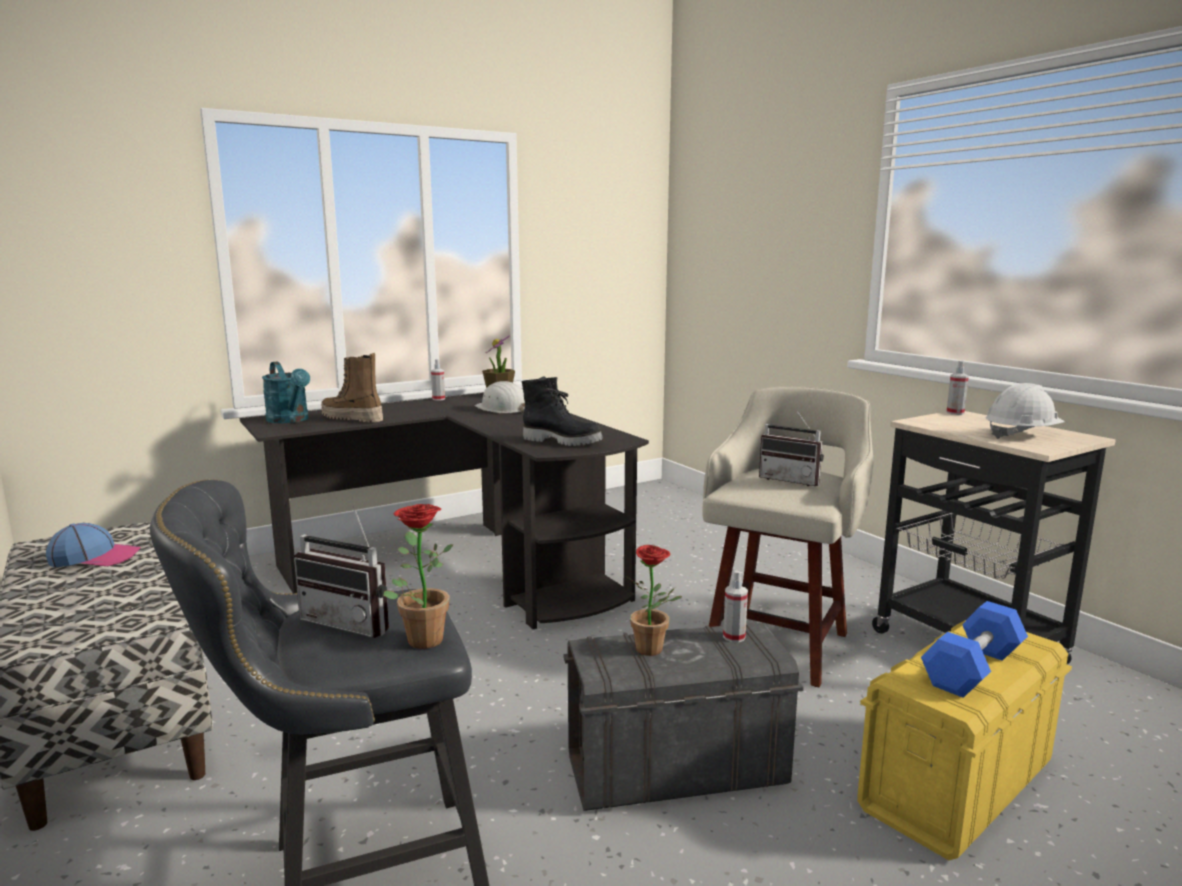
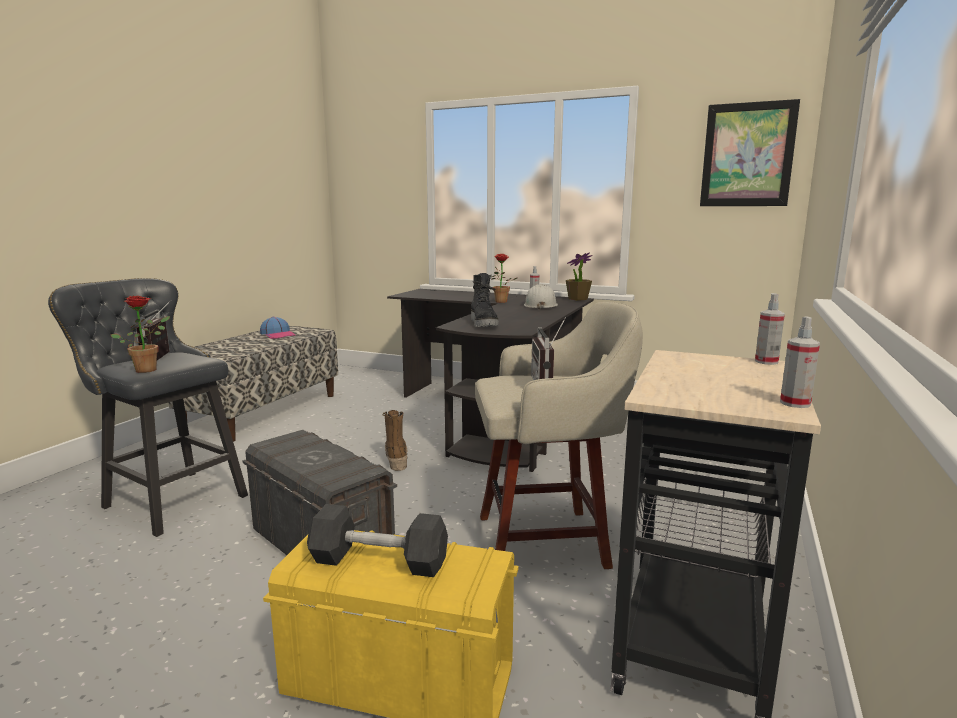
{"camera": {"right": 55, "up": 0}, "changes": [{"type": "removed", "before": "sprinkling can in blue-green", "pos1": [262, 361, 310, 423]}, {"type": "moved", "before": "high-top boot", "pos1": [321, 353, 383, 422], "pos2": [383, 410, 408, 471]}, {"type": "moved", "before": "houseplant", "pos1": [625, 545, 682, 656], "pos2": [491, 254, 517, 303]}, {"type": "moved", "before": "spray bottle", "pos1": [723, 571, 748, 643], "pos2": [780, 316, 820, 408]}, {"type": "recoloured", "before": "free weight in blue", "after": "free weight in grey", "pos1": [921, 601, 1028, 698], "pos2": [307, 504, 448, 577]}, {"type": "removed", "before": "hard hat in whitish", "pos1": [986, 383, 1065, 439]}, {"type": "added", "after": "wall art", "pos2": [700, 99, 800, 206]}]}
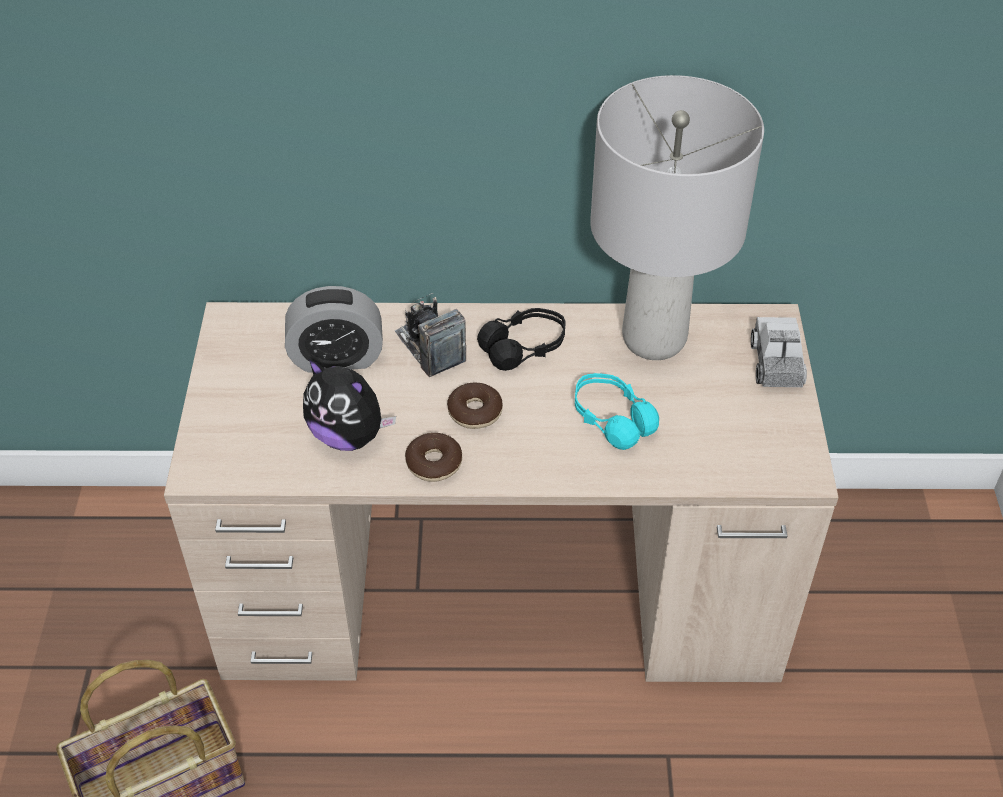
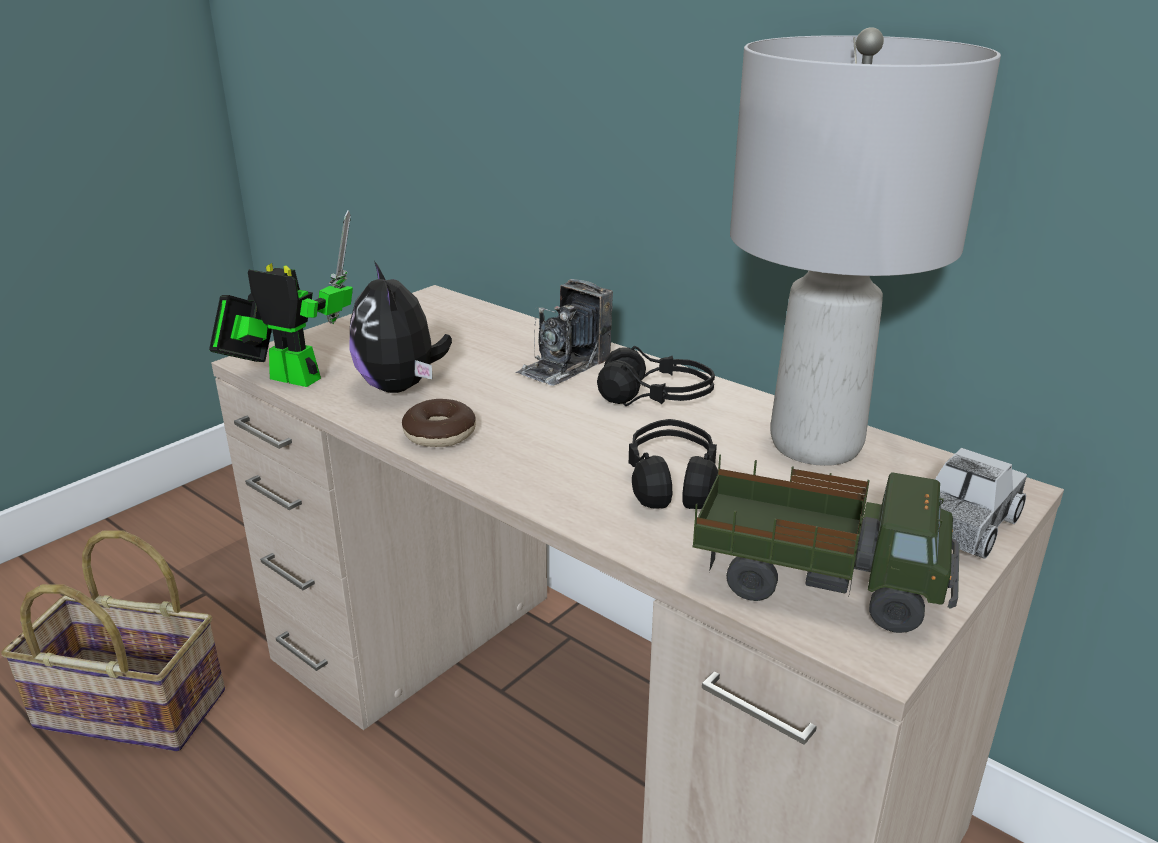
{"camera": {"right": 40, "up": -20}, "changes": [{"type": "removed", "before": "alarm clock", "pos1": [285, 286, 383, 373]}, {"type": "turned", "before": "still camera", "pos1": [395, 293, 466, 377], "pos2": [515, 279, 613, 386], "turn": -150}, {"type": "removed", "before": "doughnut", "pos1": [447, 383, 503, 429]}, {"type": "recoloured", "before": "headphones in blue-green", "after": "headphones in black", "pos1": [575, 373, 659, 450], "pos2": [629, 419, 718, 509]}, {"type": "added", "after": "model robot", "pos2": [209, 211, 353, 387]}, {"type": "added", "after": "toy lorry", "pos2": [693, 454, 960, 633]}]}
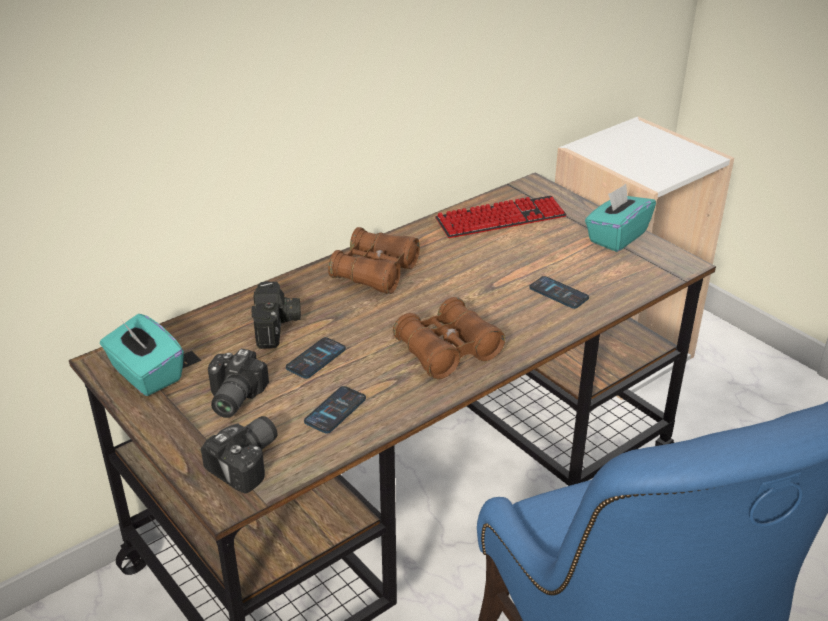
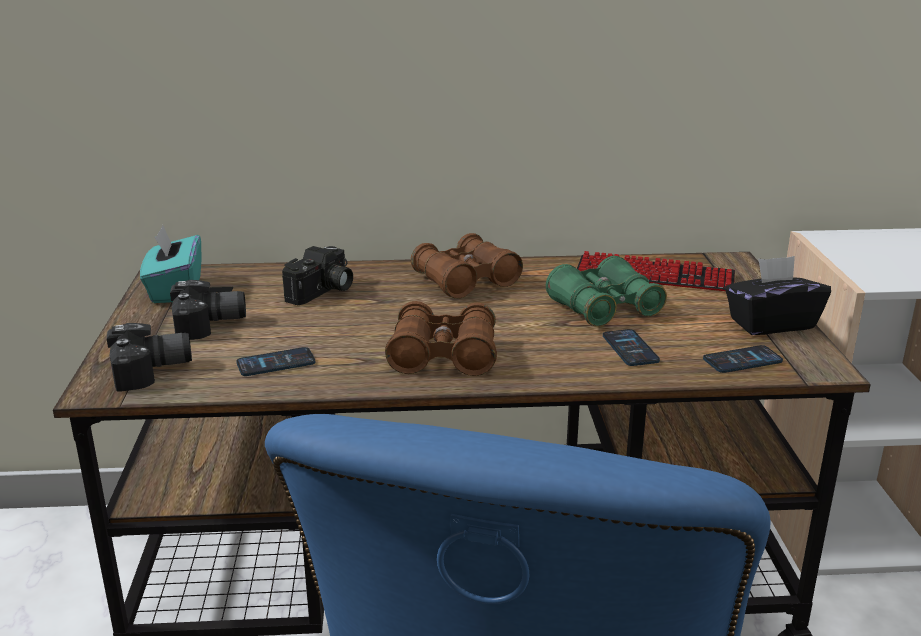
{"camera": {"right": 35, "up": -10}, "changes": [{"type": "turned", "before": "still camera", "pos1": [208, 349, 269, 418], "pos2": [170, 280, 246, 340], "turn": -150}, {"type": "moved", "before": "handset", "pos1": [286, 337, 346, 379], "pos2": [703, 345, 783, 373]}, {"type": "recoloured", "before": "tissue box in blue-green", "after": "tissue box in black", "pos1": [585, 184, 656, 252], "pos2": [725, 256, 831, 335]}, {"type": "added", "after": "pair of binoculars in green-coloured", "pos2": [546, 256, 667, 327]}]}
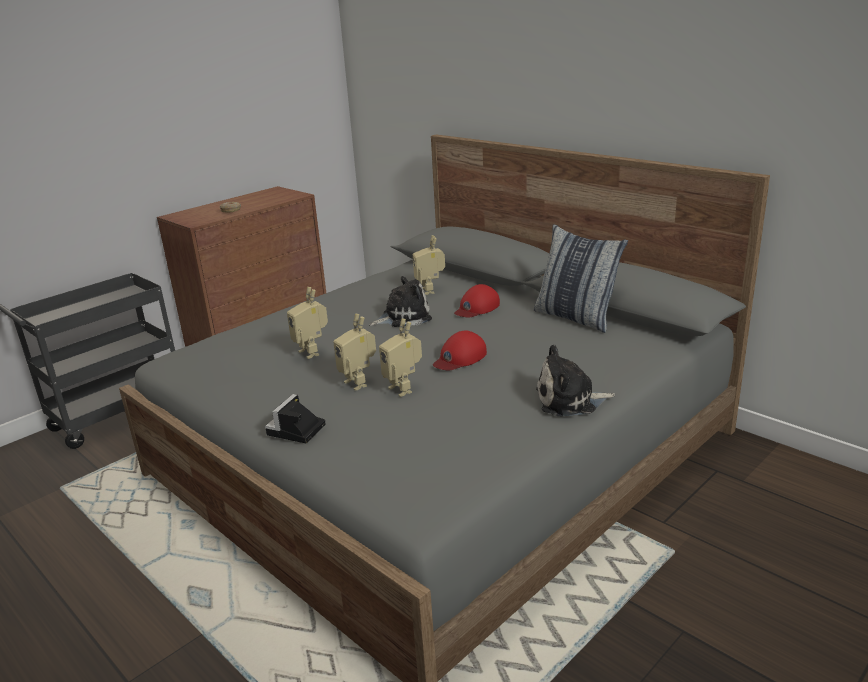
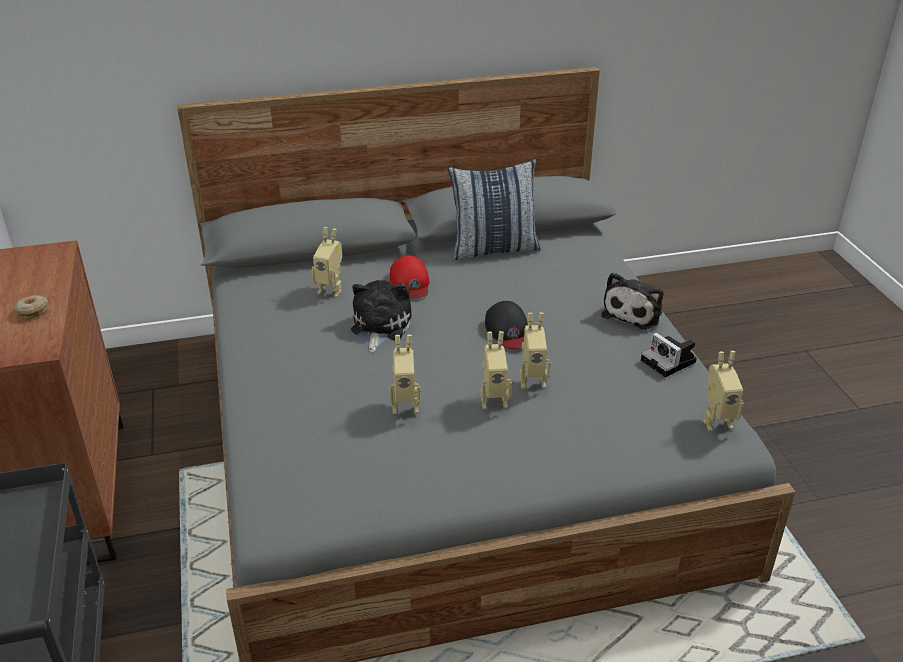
{"camera": {"right": -60, "up": 10}, "changes": [{"type": "moved", "before": "still camera", "pos1": [265, 394, 326, 443], "pos2": [641, 333, 697, 377]}, {"type": "recoloured", "before": "baseball cap in reddish", "after": "baseball cap in black", "pos1": [433, 331, 487, 370], "pos2": [485, 301, 528, 349]}, {"type": "added", "after": "model robot", "pos2": [703, 351, 744, 431]}]}
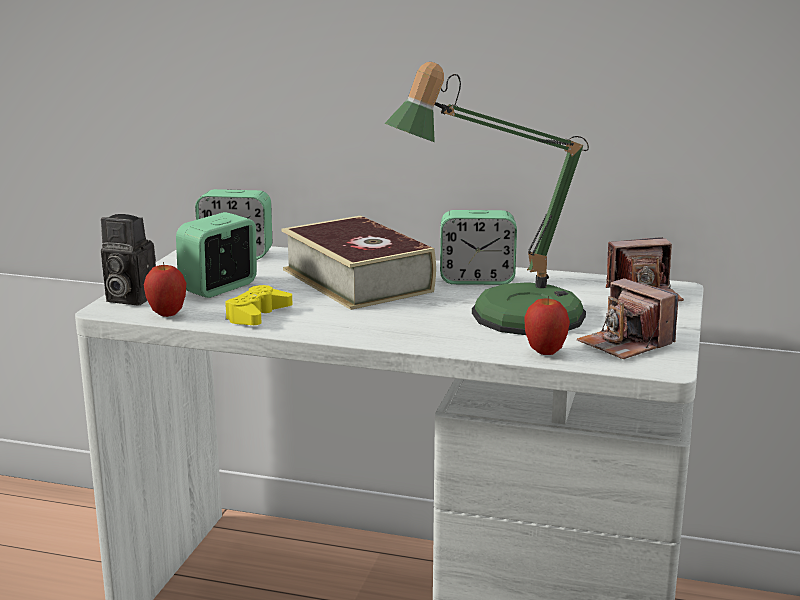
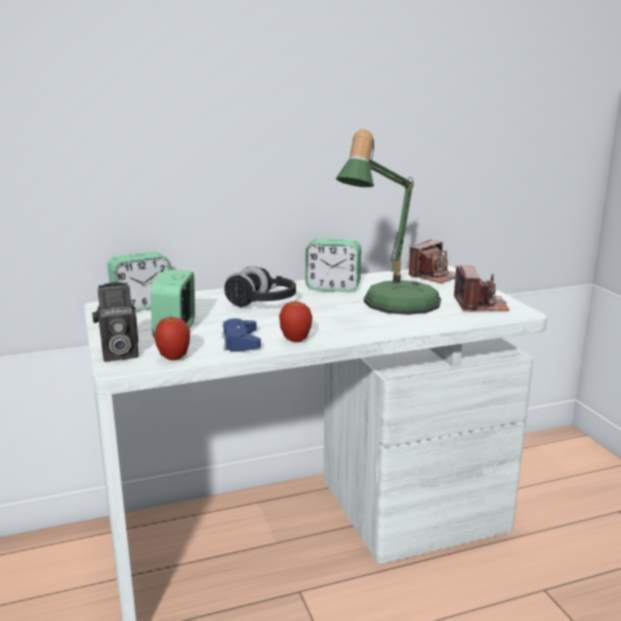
{"camera": {"right": -35, "up": 0}, "changes": [{"type": "recoloured", "before": "game controller in yellowish", "after": "game controller in blue", "pos1": [225, 285, 292, 325], "pos2": [222, 318, 261, 352]}, {"type": "replaced", "before": "volume", "after": "headphones in black", "pos1": [282, 216, 436, 310], "pos2": [224, 266, 296, 307]}, {"type": "turned", "before": "alarm clock", "pos1": [440, 210, 517, 285], "pos2": [305, 238, 361, 292], "turn": 45}, {"type": "moved", "before": "apple", "pos1": [524, 296, 570, 355], "pos2": [279, 299, 312, 342]}, {"type": "turned", "before": "still camera", "pos1": [577, 278, 678, 359], "pos2": [454, 265, 509, 312], "turn": -105}]}
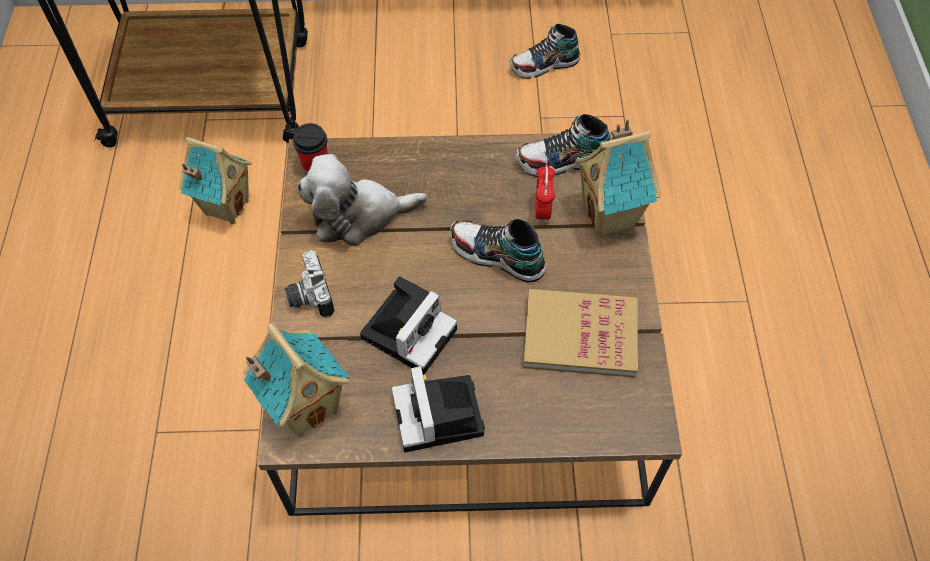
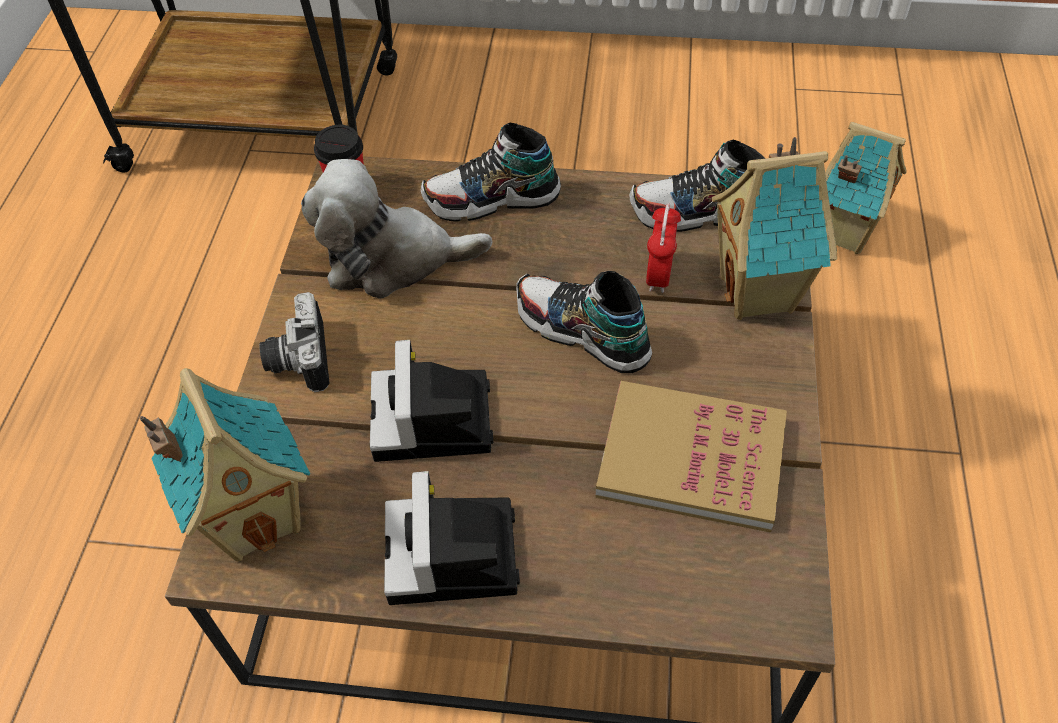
{"camera": {"right": 10, "up": -5}, "changes": [{"type": "moved", "before": "miniature house", "pos1": [178, 137, 252, 224], "pos2": [825, 122, 907, 254]}, {"type": "turned", "before": "still camera", "pos1": [360, 276, 457, 375], "pos2": [370, 340, 494, 462], "turn": 135}, {"type": "moved", "before": "item of footwear", "pos1": [509, 24, 580, 79], "pos2": [421, 122, 561, 221]}]}
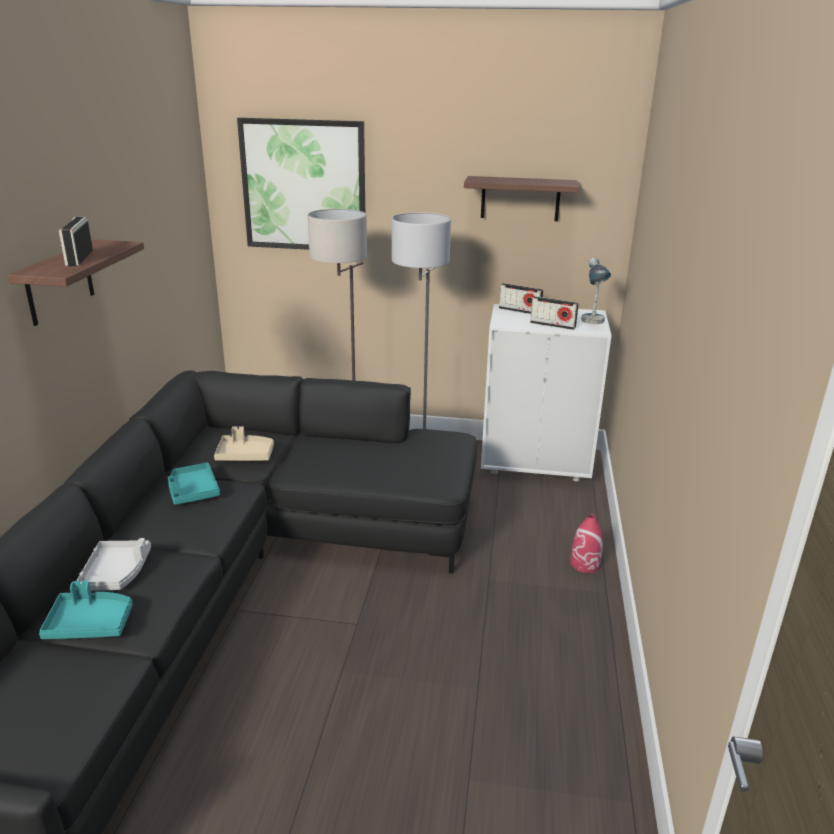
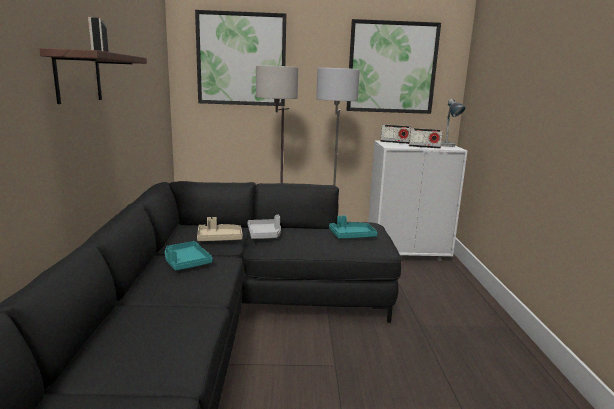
{"camera": {"right": -10, "up": -10}, "changes": [{"type": "moved", "before": "carrying tray in blue-green", "pos1": [39, 581, 133, 639], "pos2": [329, 216, 378, 239]}, {"type": "moved", "before": "carrying tray in grey", "pos1": [76, 538, 151, 591], "pos2": [247, 215, 281, 239]}, {"type": "replaced", "before": "wall shelf", "after": "wall art", "pos1": [464, 176, 579, 221], "pos2": [346, 19, 441, 114]}, {"type": "removed", "before": "vase in reddish", "pos1": [570, 514, 603, 573]}]}
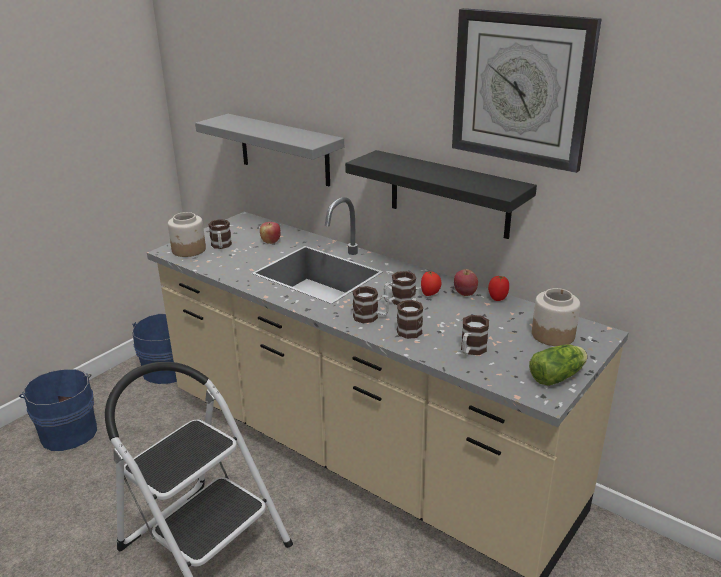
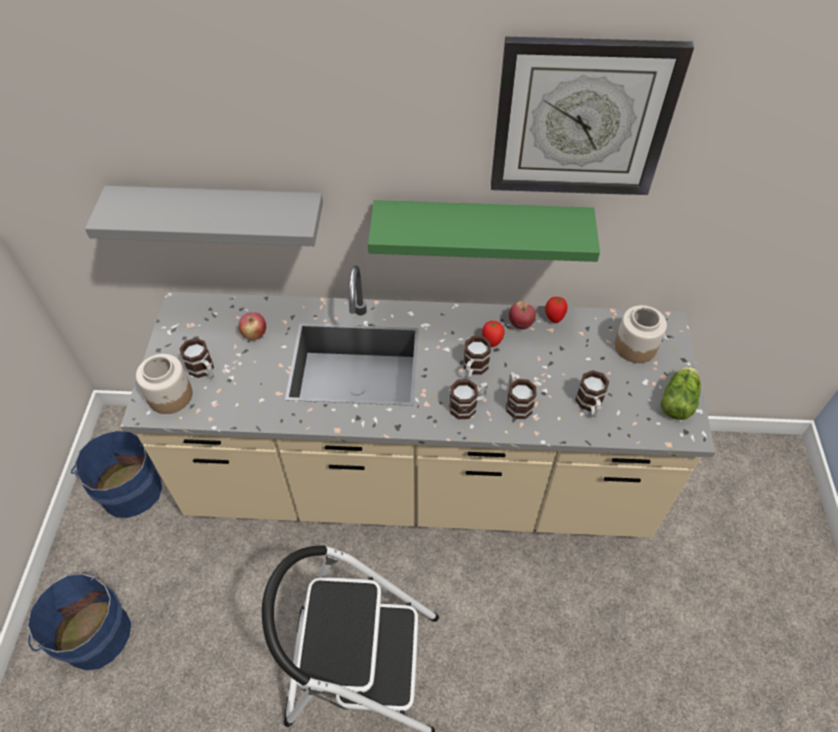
{"camera": {"right": -35, "up": 25}, "changes": [{"type": "recoloured", "before": "wall shelf in black", "after": "wall shelf in green-coloured", "pos1": [345, 150, 537, 239], "pos2": [368, 200, 600, 262]}]}
